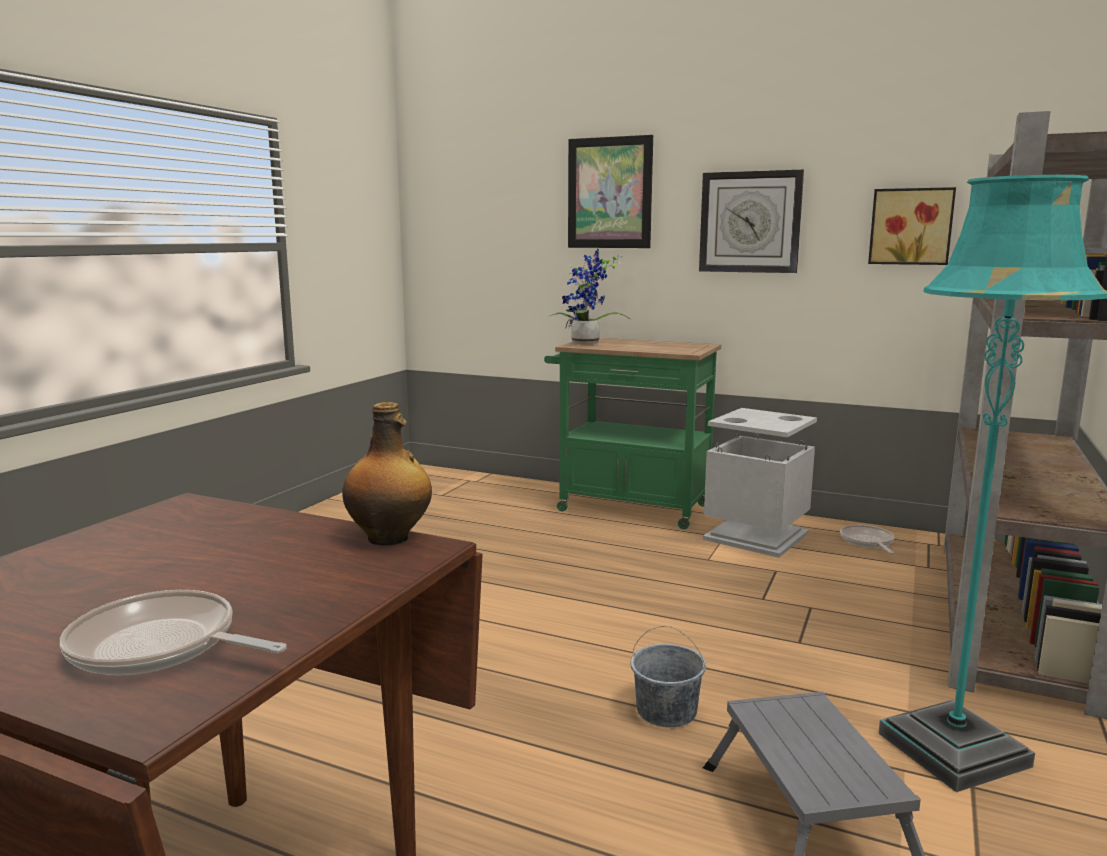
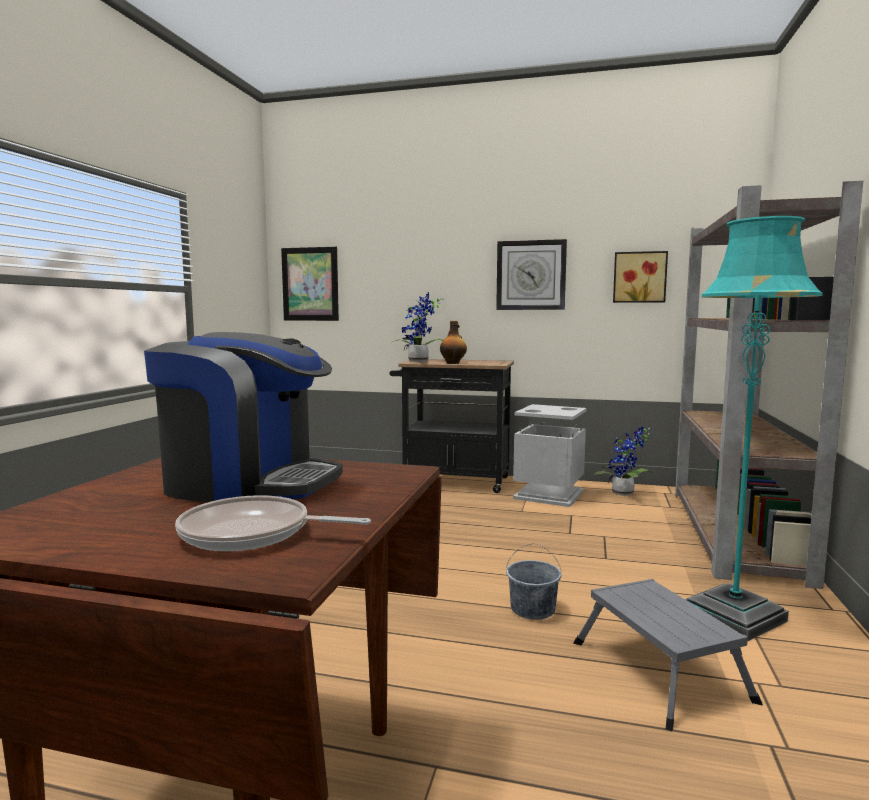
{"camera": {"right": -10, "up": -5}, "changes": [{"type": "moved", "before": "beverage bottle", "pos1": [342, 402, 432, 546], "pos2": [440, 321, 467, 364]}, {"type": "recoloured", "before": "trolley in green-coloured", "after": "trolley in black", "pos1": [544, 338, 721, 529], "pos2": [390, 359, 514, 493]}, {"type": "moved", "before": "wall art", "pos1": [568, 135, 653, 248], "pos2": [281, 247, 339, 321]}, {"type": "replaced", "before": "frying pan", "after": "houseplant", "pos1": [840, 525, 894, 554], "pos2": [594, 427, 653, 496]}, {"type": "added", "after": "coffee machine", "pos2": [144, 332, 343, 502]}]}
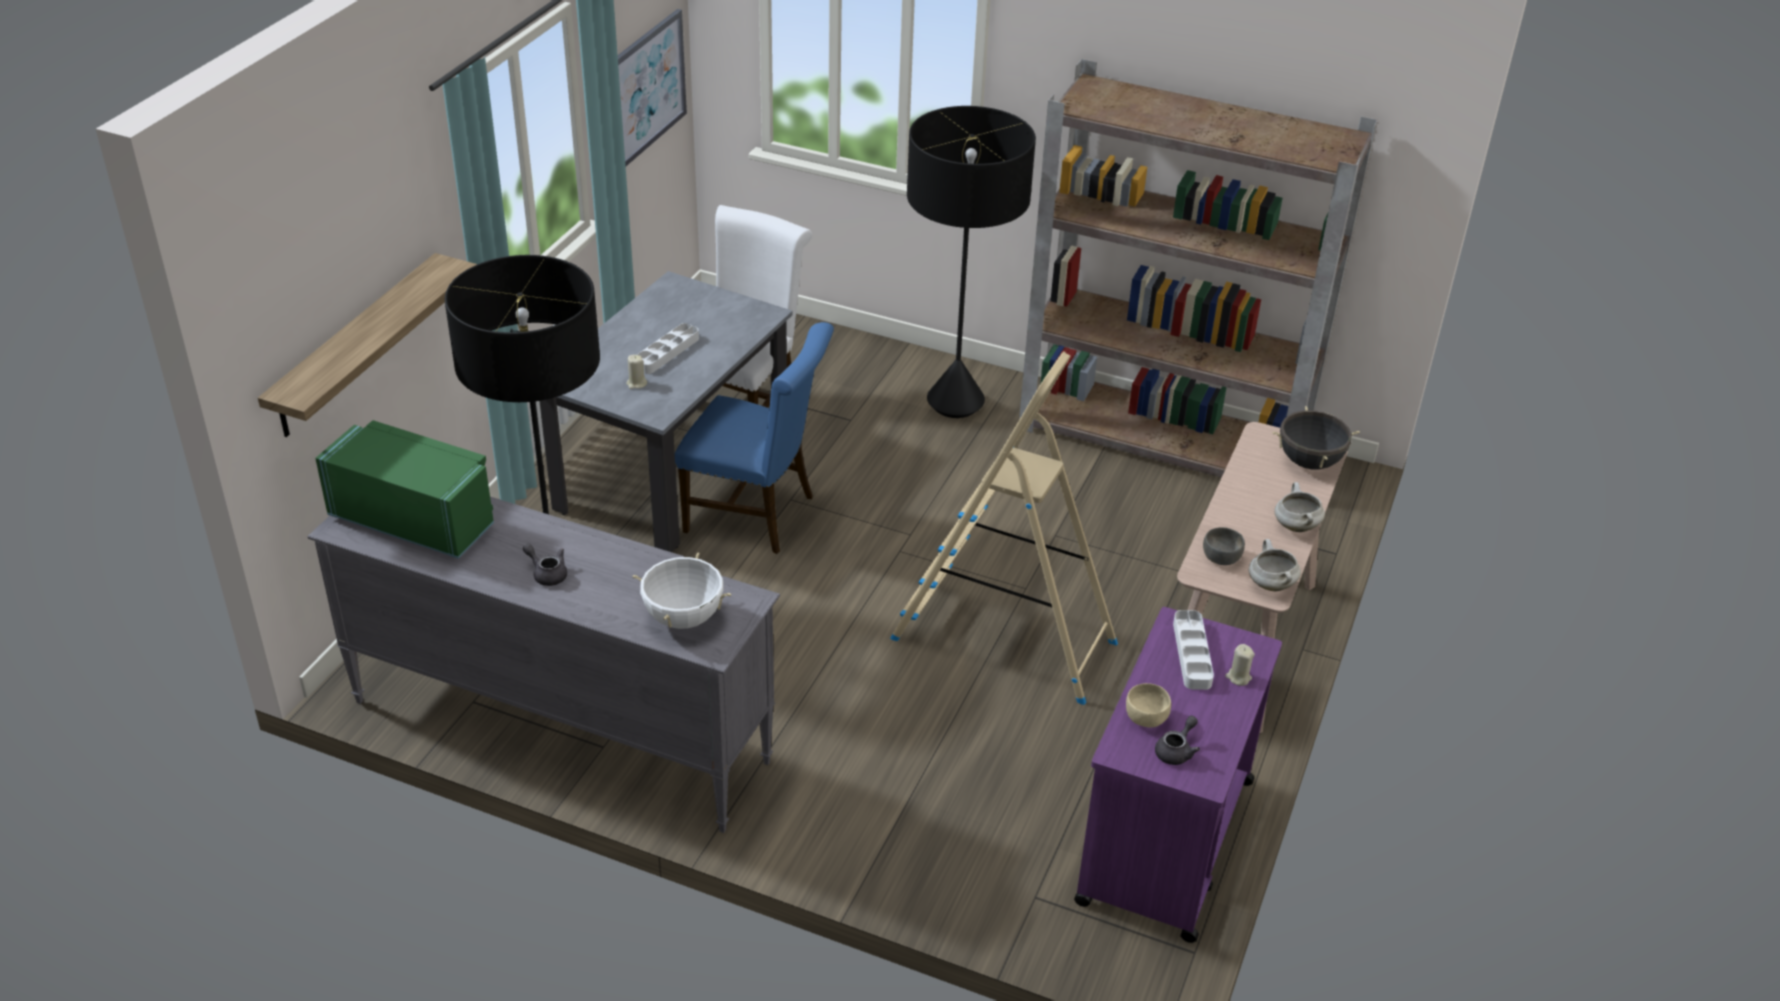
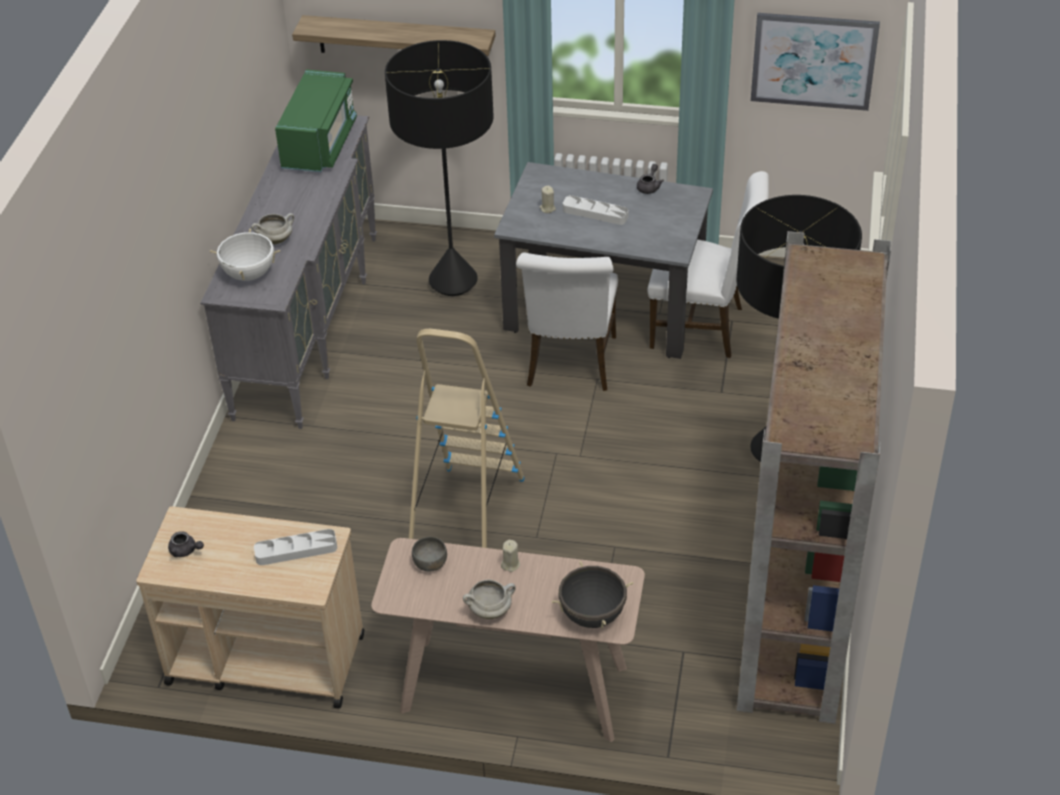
{"camera": {"right": 80, "up": 5}, "changes": [{"type": "moved", "before": "teapot in grey", "pos1": [523, 544, 567, 586], "pos2": [637, 164, 664, 194]}, {"type": "recoloured", "before": "upright chair in blue", "after": "upright chair in whitish", "pos1": [675, 322, 834, 554], "pos2": [516, 252, 618, 391]}, {"type": "recoloured", "before": "trolley in purple-coloured", "after": "trolley in sand-coloured", "pos1": [1074, 607, 1282, 943], "pos2": [136, 506, 365, 709]}, {"type": "removed", "before": "deep dish in sand-coloured", "pos1": [1126, 683, 1171, 727]}, {"type": "moved", "before": "wax light in sand-coloured", "pos1": [1225, 644, 1255, 686], "pos2": [501, 540, 520, 572]}, {"type": "moved", "before": "cooking pot in whitish", "pos1": [1249, 539, 1301, 591], "pos2": [251, 213, 294, 244]}]}
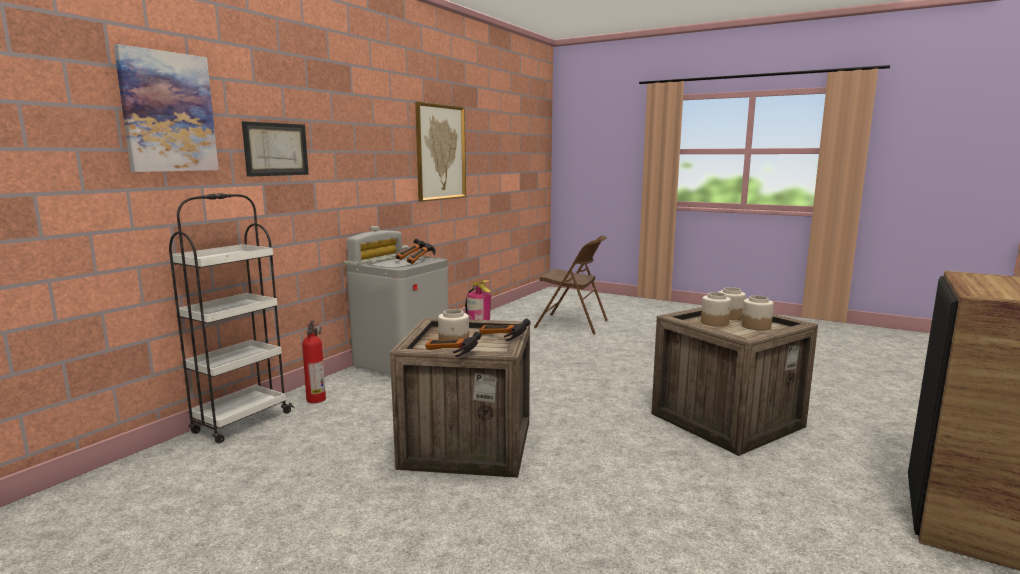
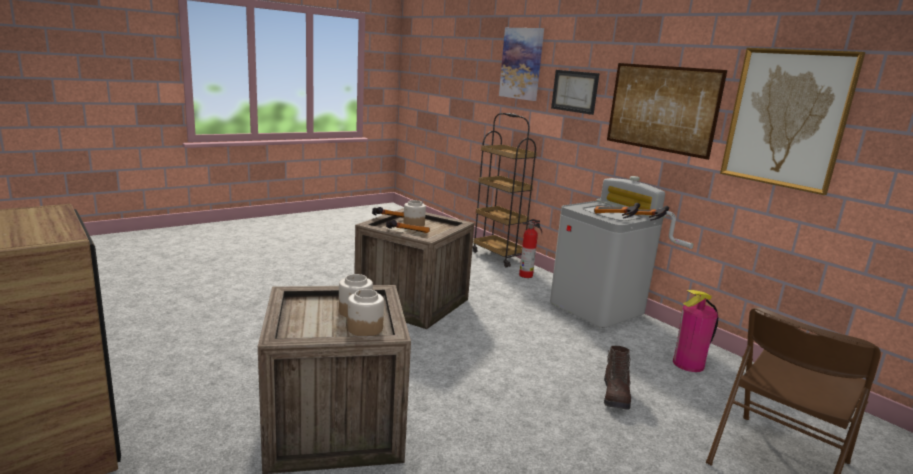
{"camera": {"right": 110, "up": 5}, "changes": [{"type": "recoloured", "before": "trolley in whitish", "after": "trolley in brown-coloured", "pos1": [169, 193, 294, 443], "pos2": [472, 113, 537, 268]}, {"type": "removed", "before": "preserve jar", "pos1": [742, 295, 774, 331]}, {"type": "added", "after": "high-top boot in brown-coloured", "pos2": [604, 346, 631, 410]}, {"type": "added", "after": "wall art", "pos2": [607, 63, 727, 160]}]}
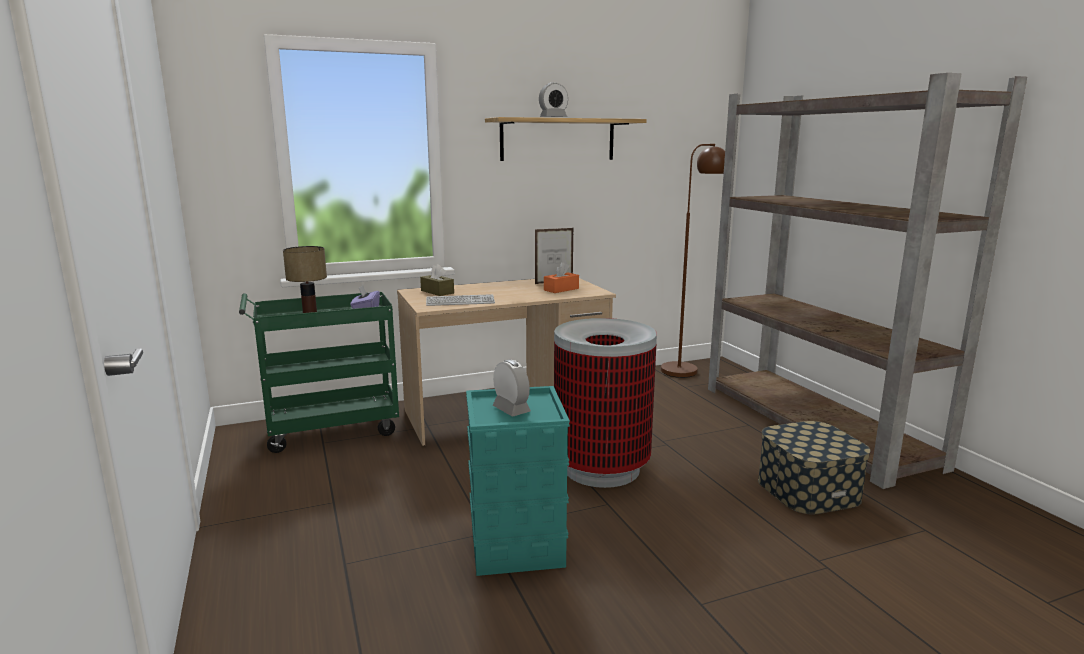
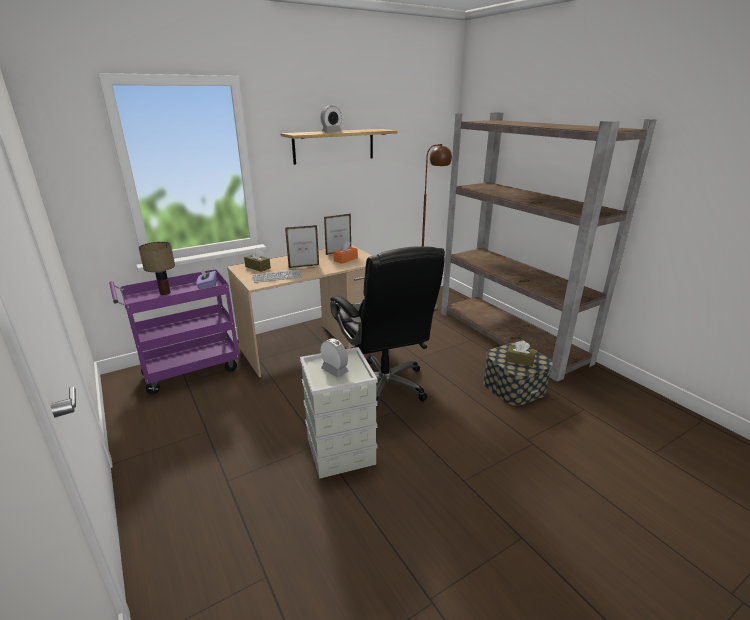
{"camera": {"right": -10, "up": 10}, "changes": [{"type": "recoloured", "before": "trolley in green-coloured", "after": "trolley in purple-coloured", "pos1": [239, 292, 399, 453], "pos2": [109, 269, 240, 394]}, {"type": "recoloured", "before": "storage bin in blue-green", "after": "storage bin in grey", "pos1": [466, 386, 570, 576], "pos2": [300, 347, 378, 479]}, {"type": "replaced", "before": "rubbish bin", "after": "computer chair in black", "pos1": [554, 318, 657, 488], "pos2": [330, 246, 445, 412]}, {"type": "added", "after": "photo frame", "pos2": [285, 225, 319, 268]}, {"type": "added", "after": "tissue box in brown-coloured", "pos2": [506, 341, 536, 367]}]}
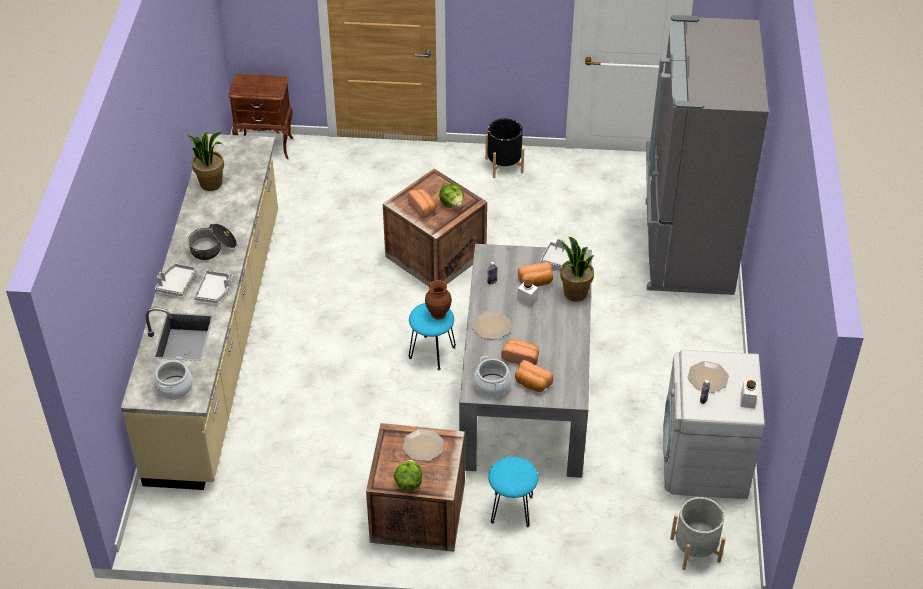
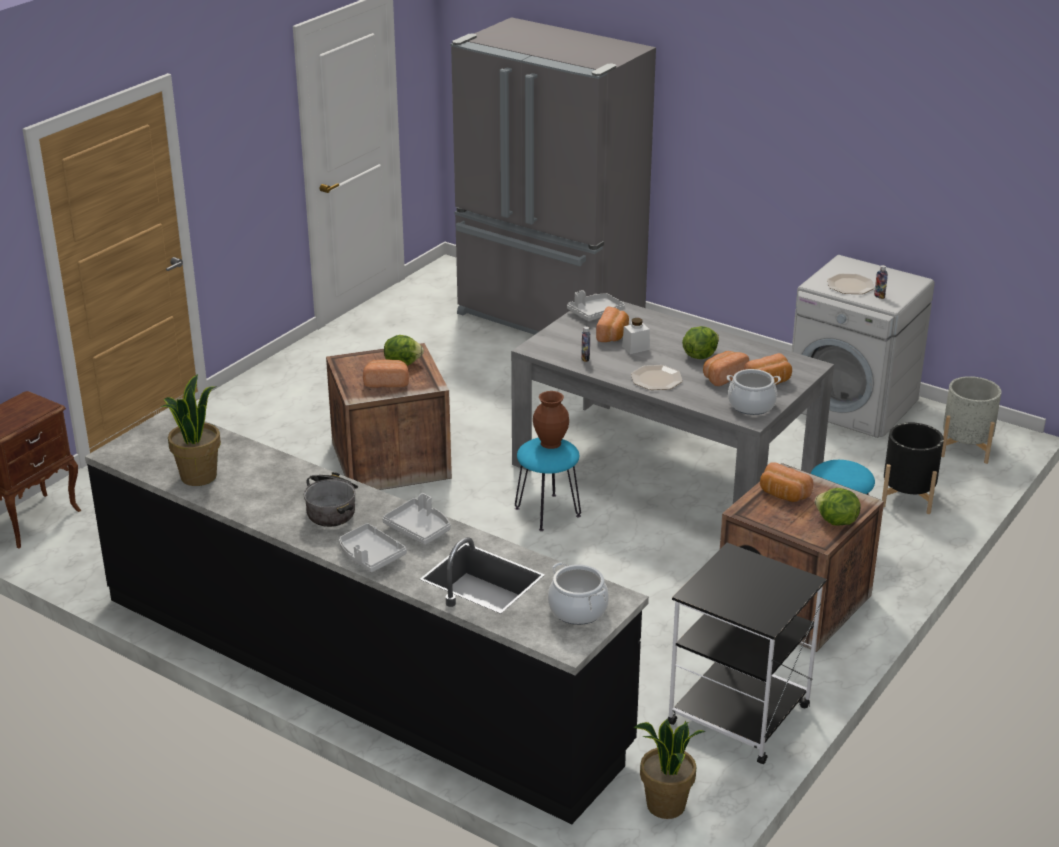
{"camera": {"right": -60, "up": -15}, "changes": [{"type": "recoloured", "before": "counter in sand-coloured", "after": "counter in black", "pos1": [121, 134, 278, 490], "pos2": [85, 408, 649, 825]}, {"type": "replaced", "before": "dinner plate", "after": "bakery bread", "pos1": [403, 429, 444, 461], "pos2": [760, 463, 813, 502]}, {"type": "moved", "before": "plant pot in black", "pos1": [485, 118, 524, 178], "pos2": [882, 423, 944, 514]}, {"type": "moved", "before": "houseplant", "pos1": [559, 237, 594, 302], "pos2": [633, 719, 705, 819]}, {"type": "removed", "before": "preserve jar in whitish", "pos1": [740, 380, 758, 409]}, {"type": "added", "after": "trolley in black", "pos2": [668, 543, 827, 764]}, {"type": "added", "after": "head of lettuce", "pos2": [682, 326, 719, 359]}]}
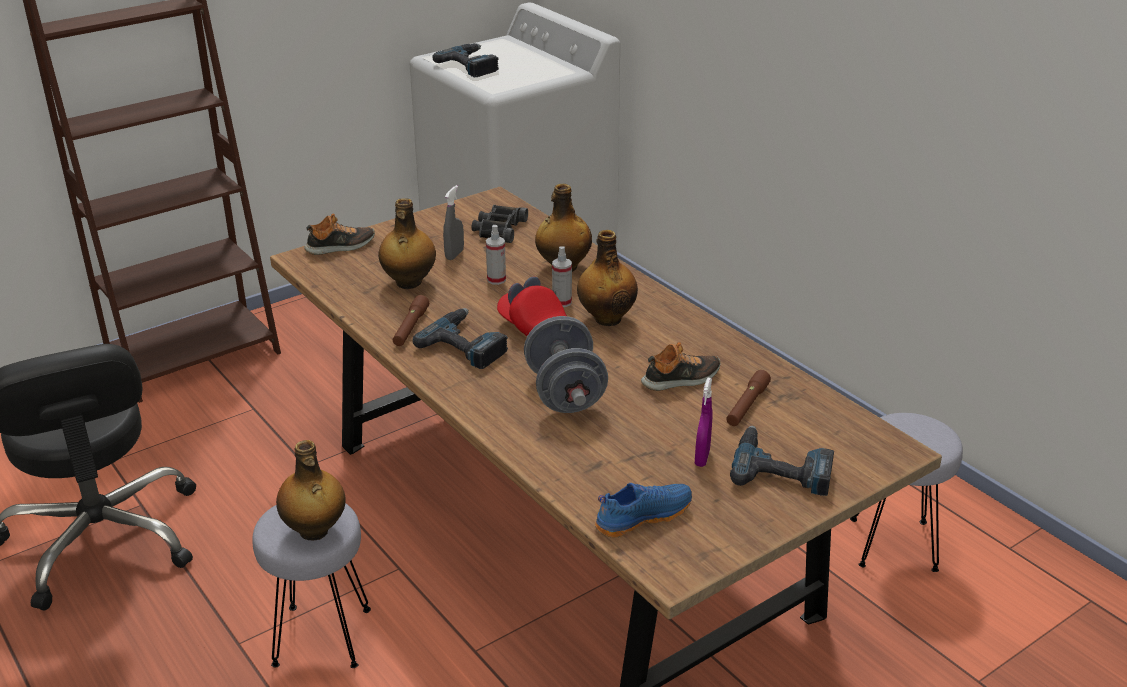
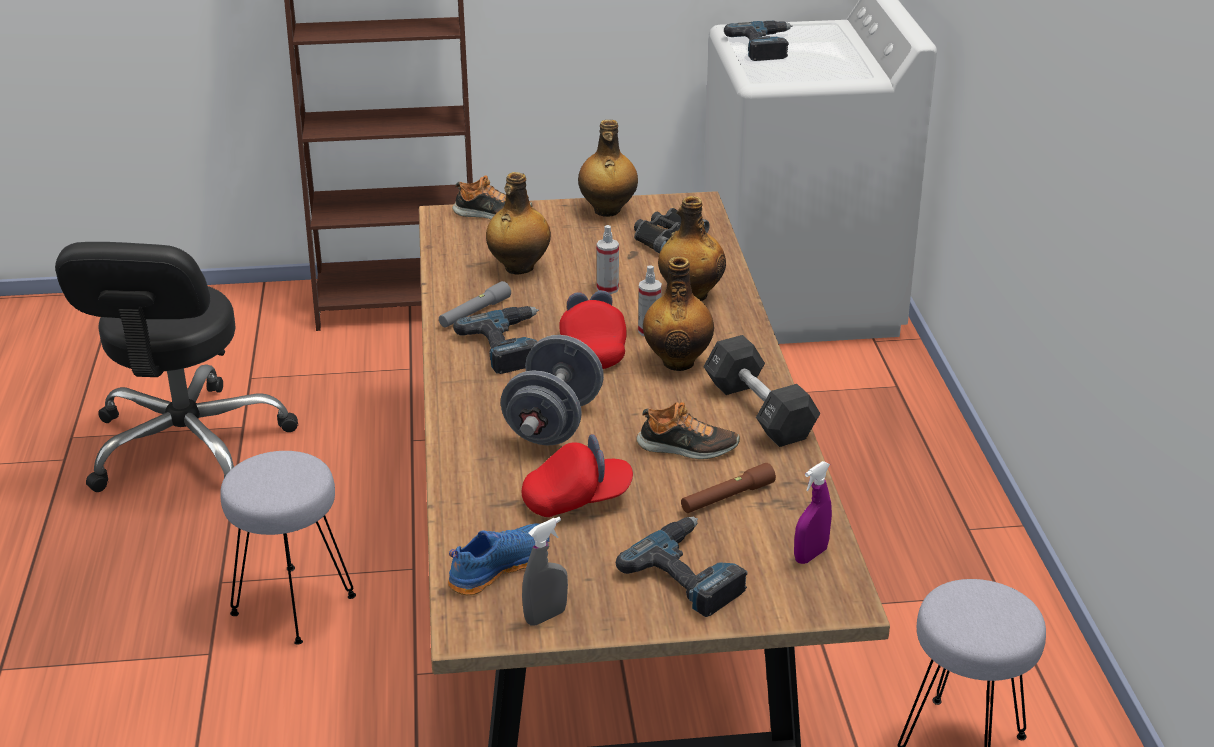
{"camera": {"right": 30, "up": 0}, "changes": [{"type": "moved", "before": "beverage bottle", "pos1": [276, 440, 346, 540], "pos2": [578, 120, 638, 217]}, {"type": "recoloured", "before": "torch in brown-coloured", "after": "torch in grey", "pos1": [393, 295, 429, 346], "pos2": [439, 281, 511, 328]}, {"type": "moved", "before": "spray bottle in grey", "pos1": [443, 185, 464, 260], "pos2": [522, 517, 568, 626]}, {"type": "turned", "before": "item of footwear in blue", "pos1": [595, 483, 692, 538], "pos2": [448, 523, 550, 595], "turn": -45}, {"type": "moved", "before": "spray bottle in purple-coloured", "pos1": [695, 378, 713, 467], "pos2": [794, 461, 832, 564]}, {"type": "added", "after": "baseball cap in reddish", "pos2": [522, 434, 633, 517]}, {"type": "added", "after": "free weight in black", "pos2": [703, 335, 821, 447]}]}
